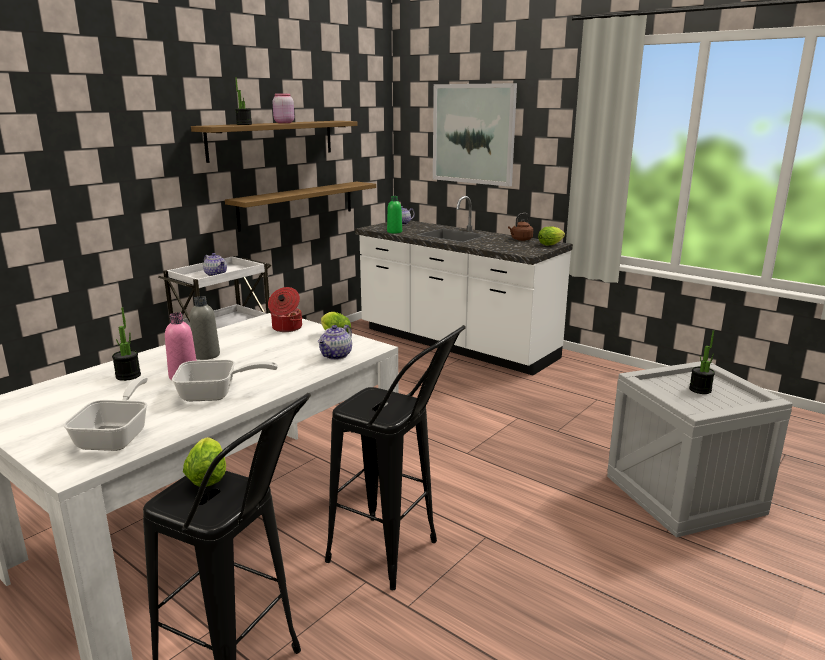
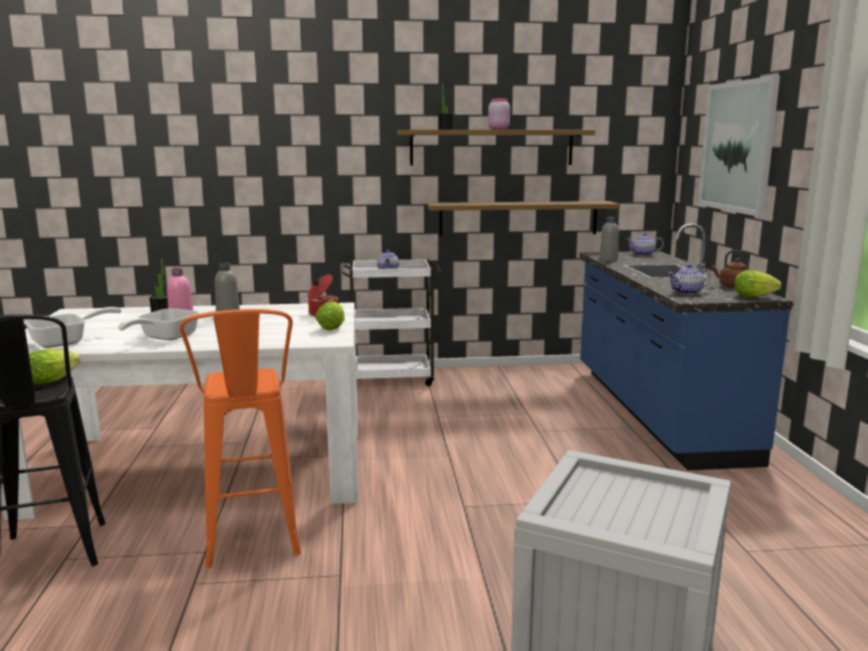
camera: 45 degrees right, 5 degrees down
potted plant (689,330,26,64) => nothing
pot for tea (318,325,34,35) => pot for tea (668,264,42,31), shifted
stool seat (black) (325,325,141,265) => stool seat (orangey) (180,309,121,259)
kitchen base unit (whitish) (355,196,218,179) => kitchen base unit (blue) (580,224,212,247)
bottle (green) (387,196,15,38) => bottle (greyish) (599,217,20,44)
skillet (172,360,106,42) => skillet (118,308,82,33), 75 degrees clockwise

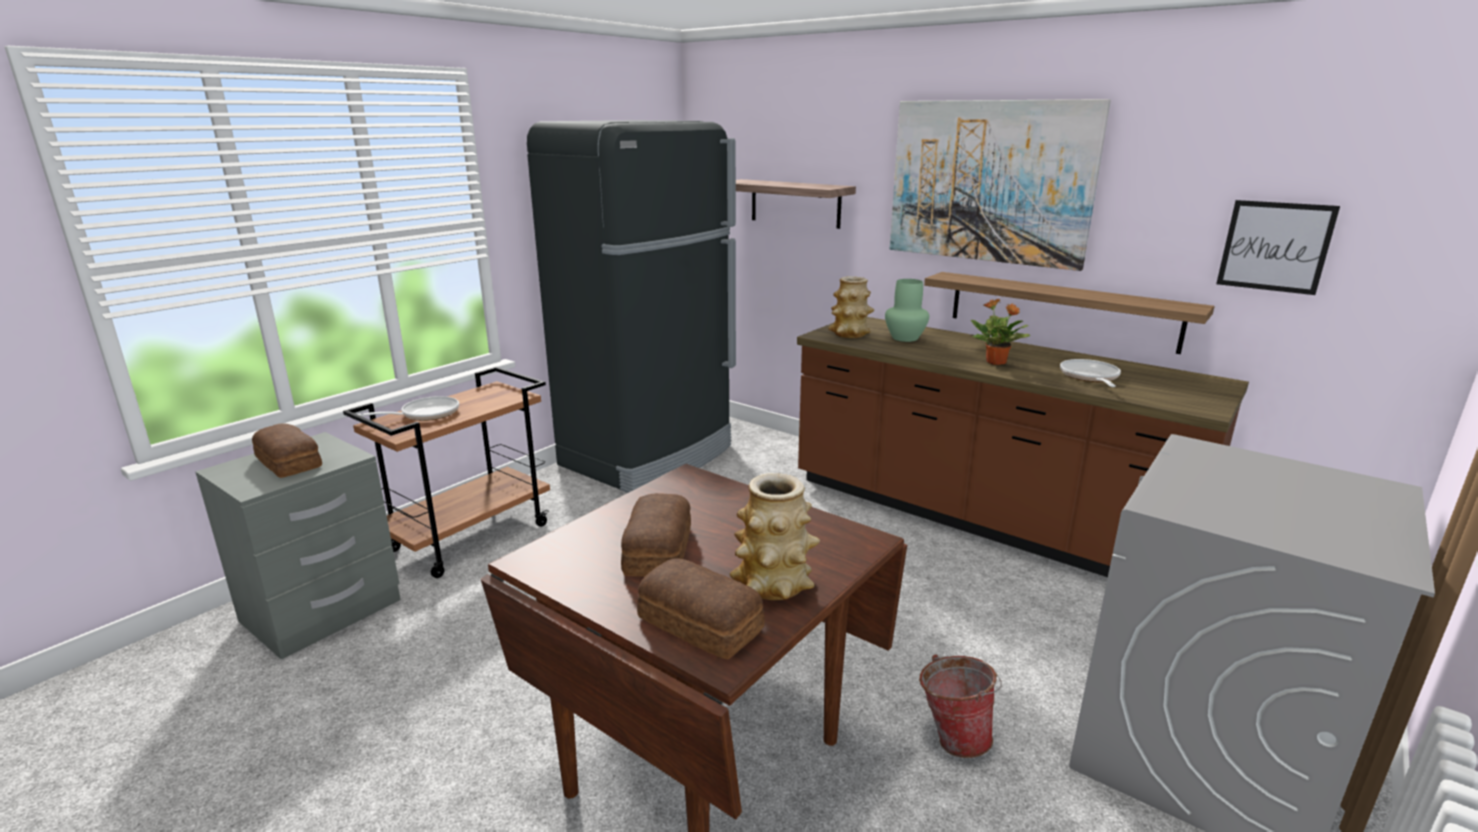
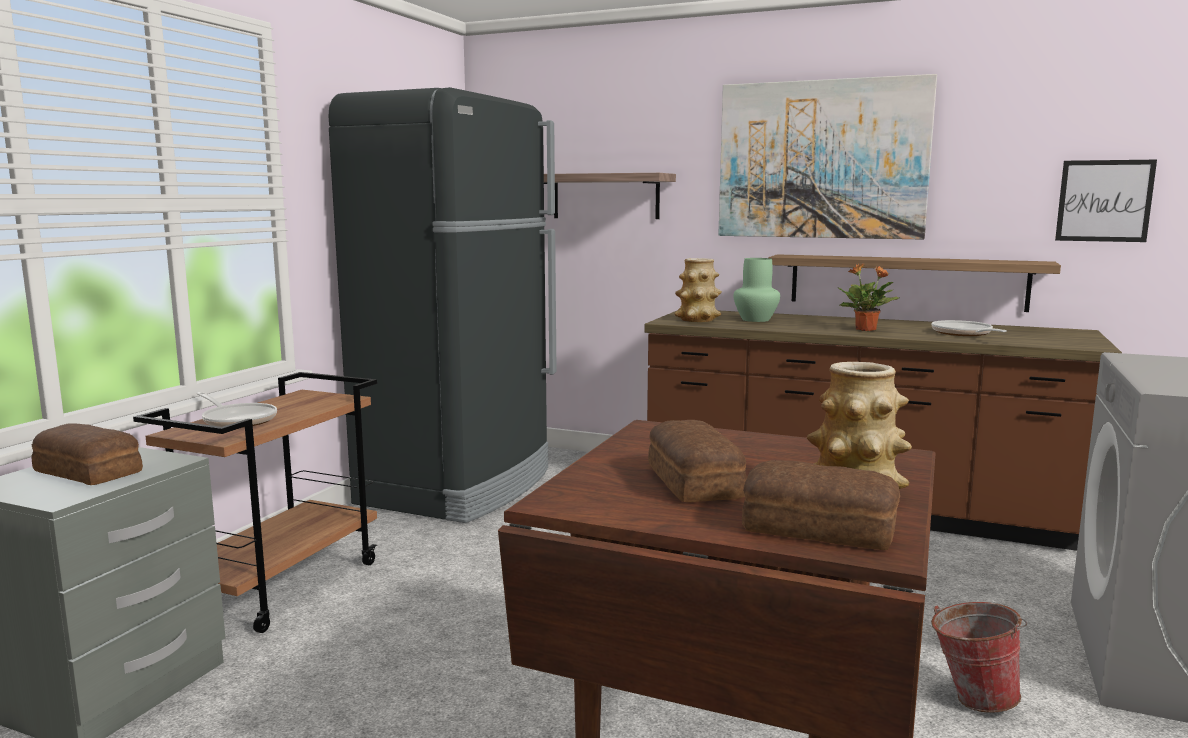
camera: 15 degrees left, 10 degrees down
skillet (358,396,101,25) => skillet (197,392,80,36), 90 degrees clockwise

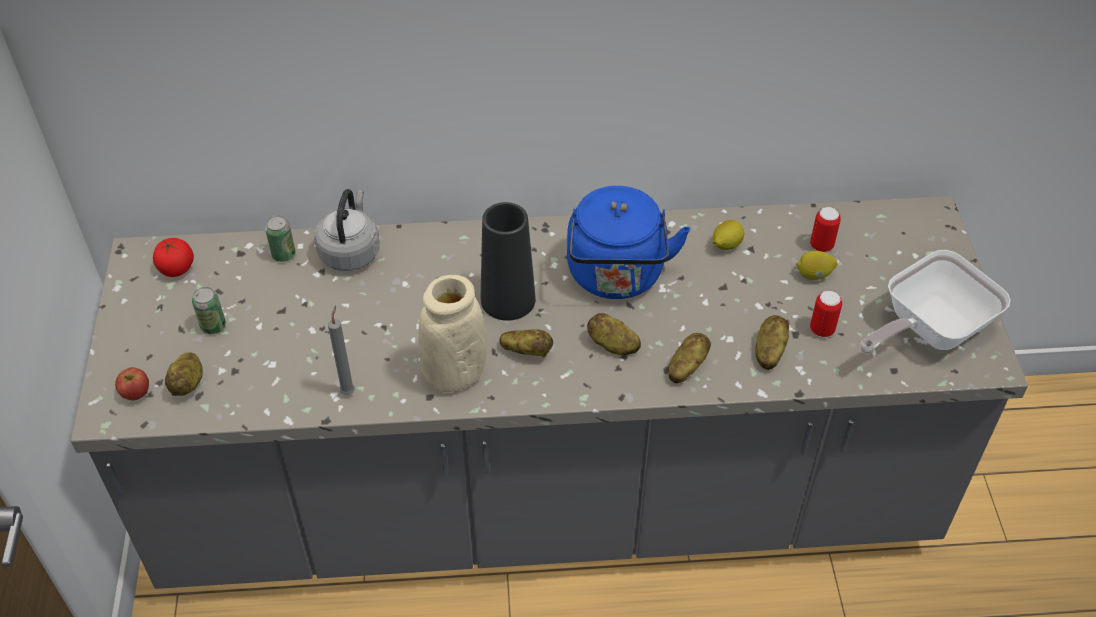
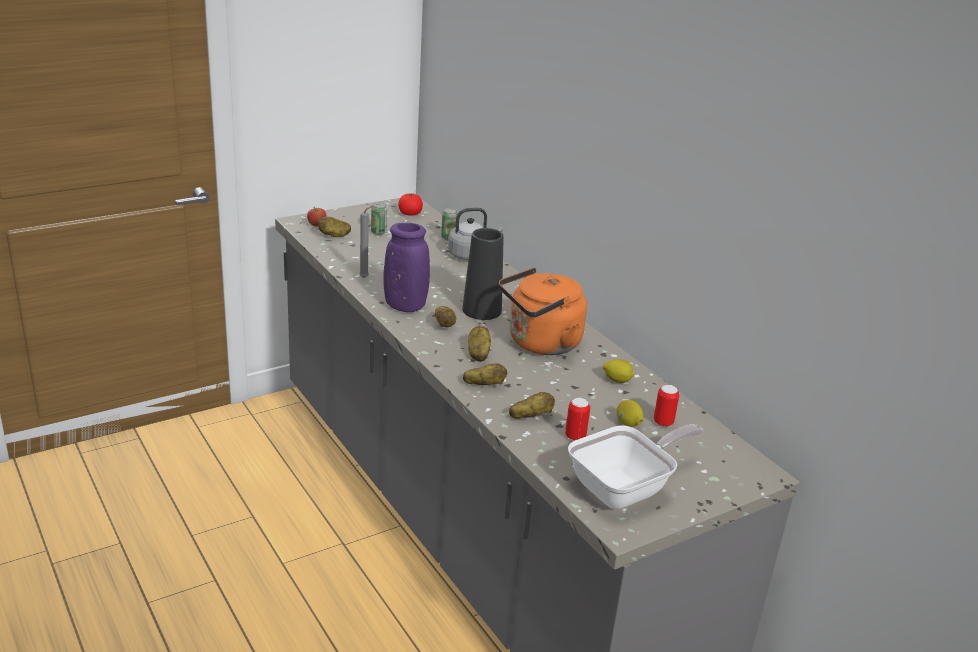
camera: 60 degrees right, 20 degrees down
flower vase (beige-coloured) (419,275,68,117) => flower vase (purple-coloured) (383,223,47,89)
water kettle (blue) (567,186,123,113) => water kettle (orangey) (499,267,88,88)
skillet (860,250,151,104) => skillet (568,424,136,85), 120 degrees clockwise

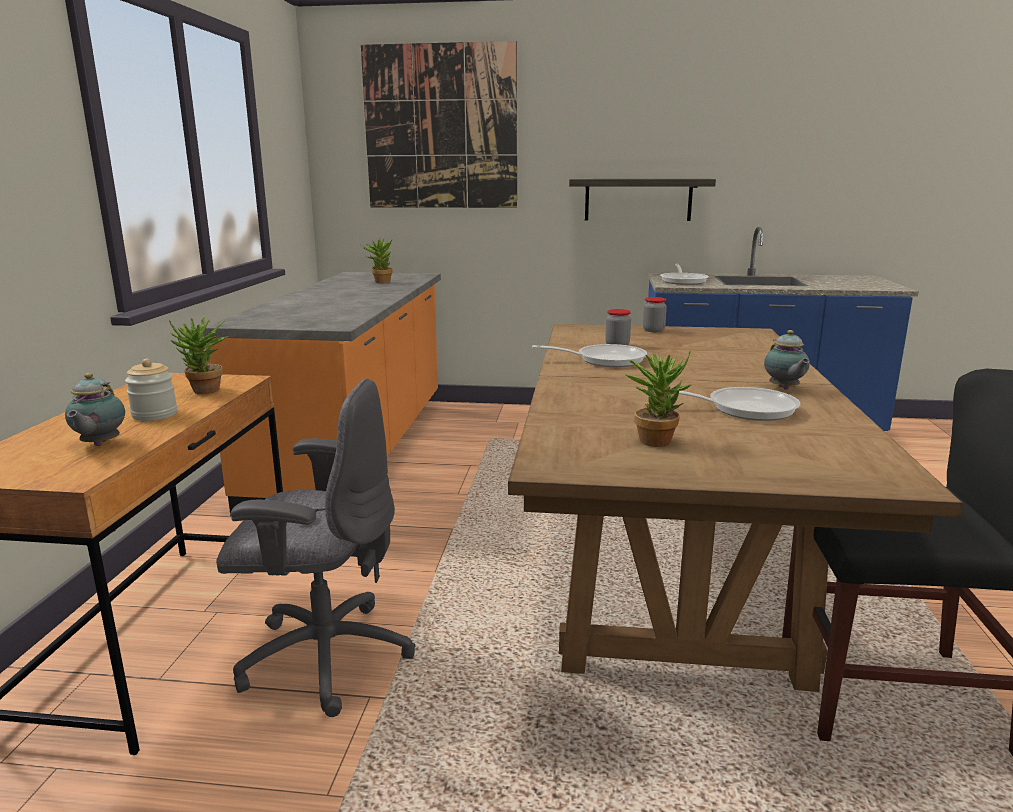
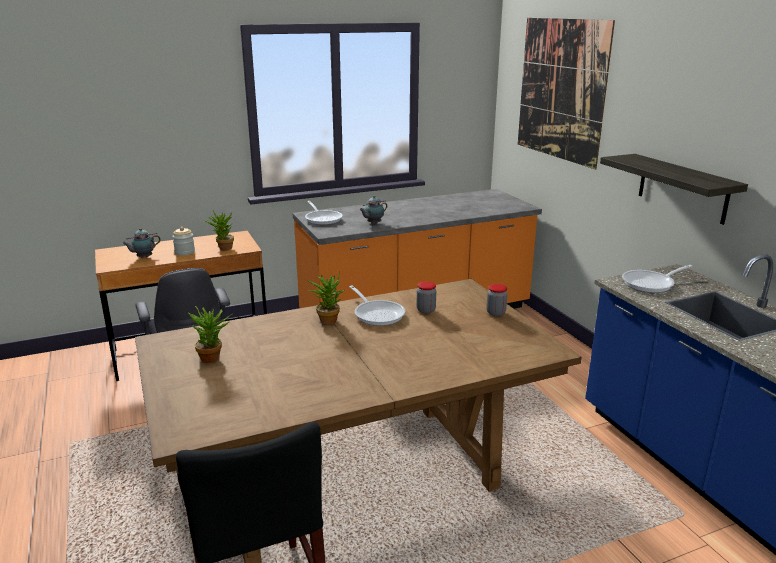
camera: 60 degrees right, 5 degrees up
potted plant (361,237,32,46) => potted plant (308,272,37,53), shifted
skillet (653,387,147,34) => skillet (305,201,38,24), shifted
pot for tea (764,330,46,60) => pot for tea (359,195,28,29), shifted

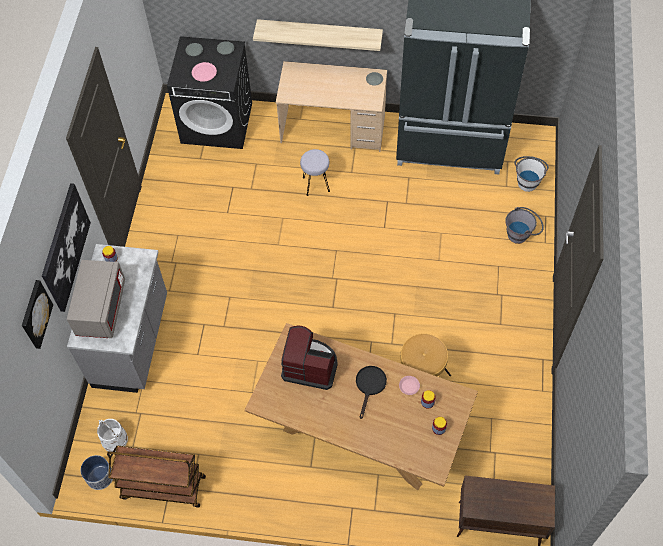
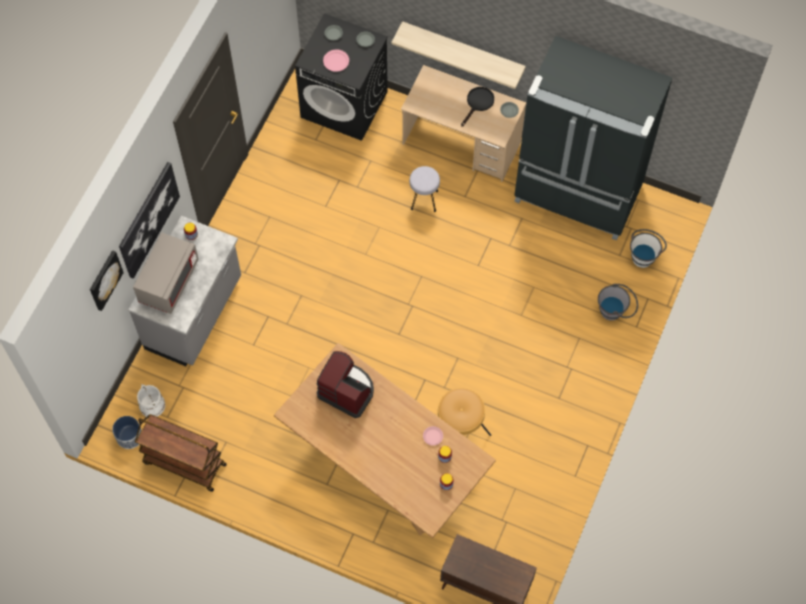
camera: 15 degrees right, 5 degrees up
skillet (black) (356,366,31,53) => skillet (black) (461,87,33,40), shifted

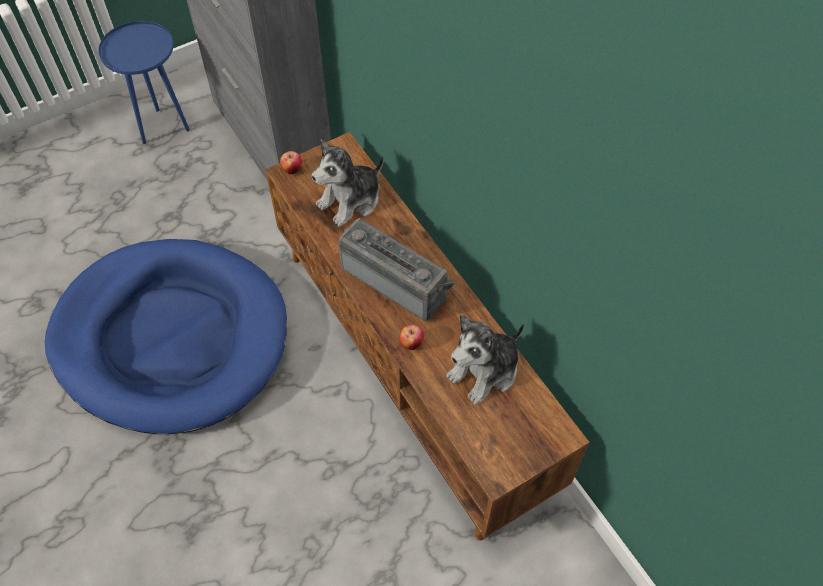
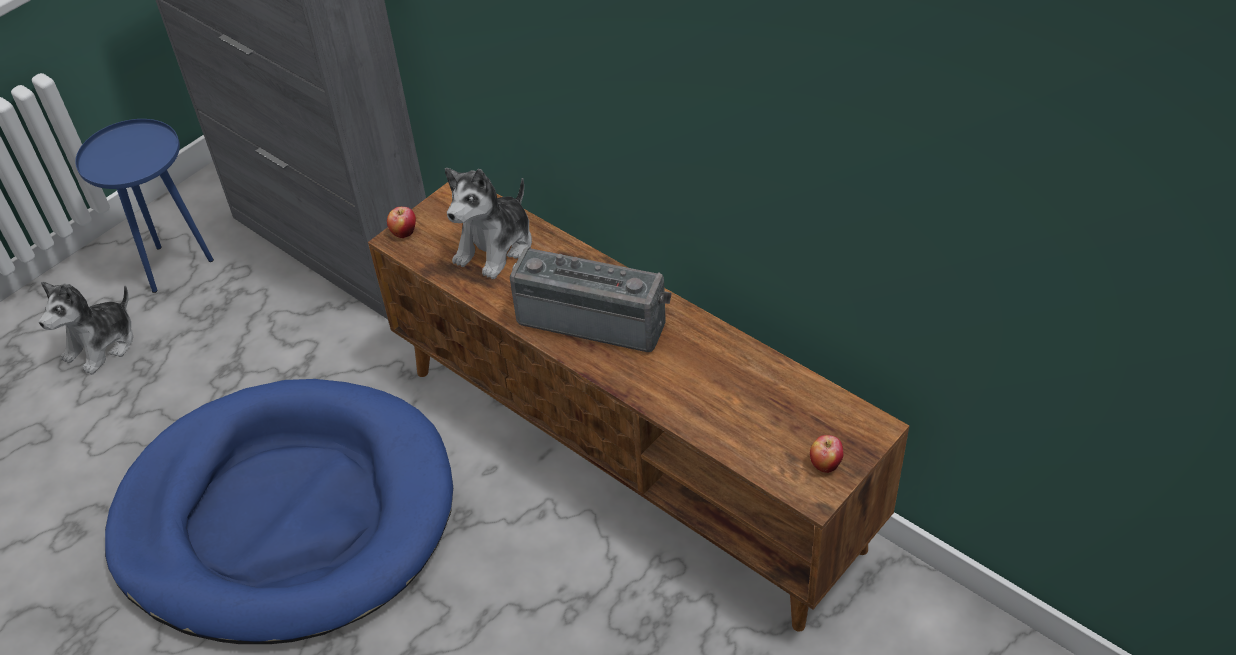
camera: 15 degrees left, 10 degrees down
apple fruit (399,324,25,26) => apple fruit (810,435,33,38), shifted
soft toy (447,314,77,91) => soft toy (39,282,94,93), shifted

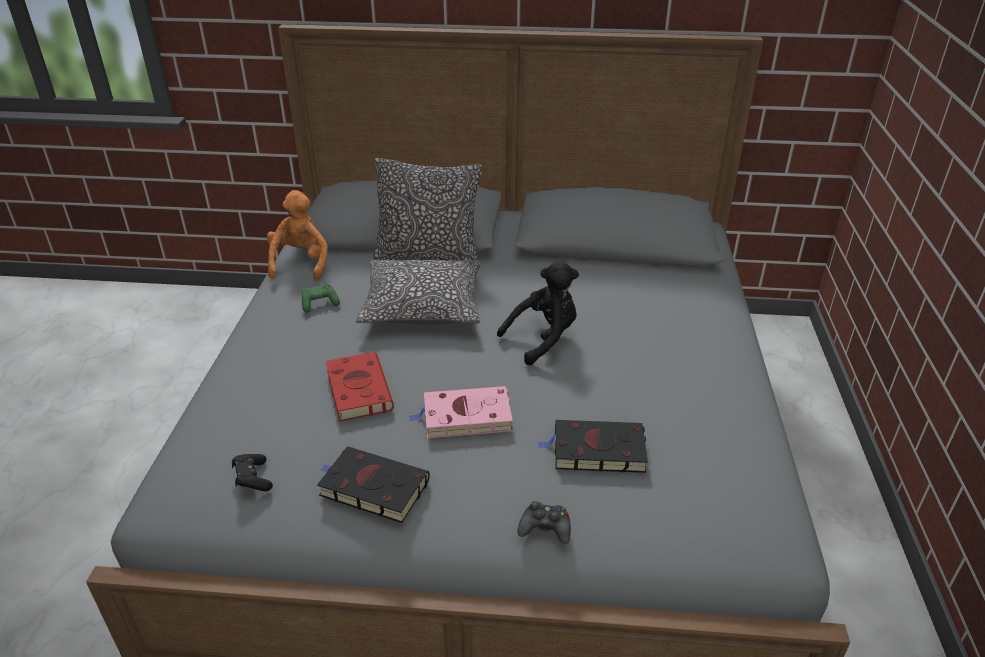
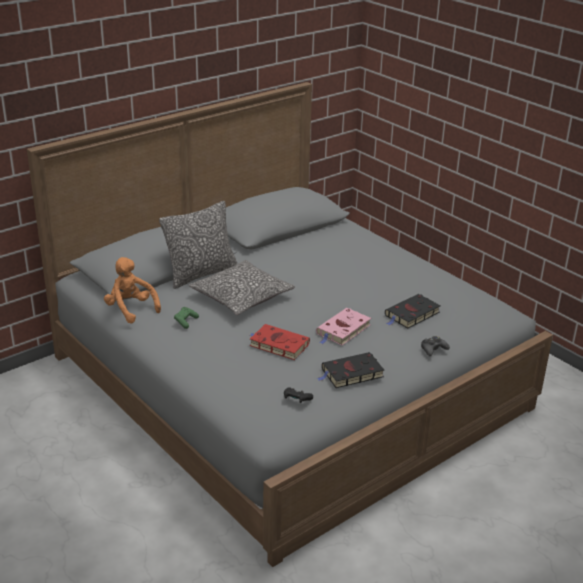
camera: 45 degrees left, 5 degrees down
soft toy (black) (497,262,82,103) => nothing

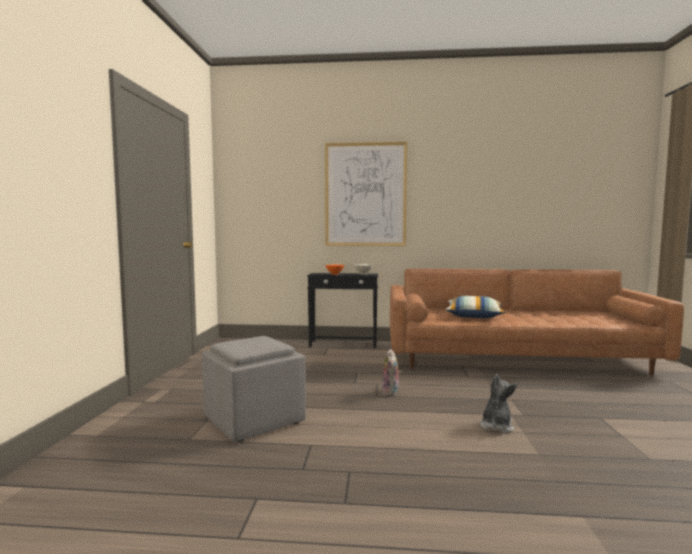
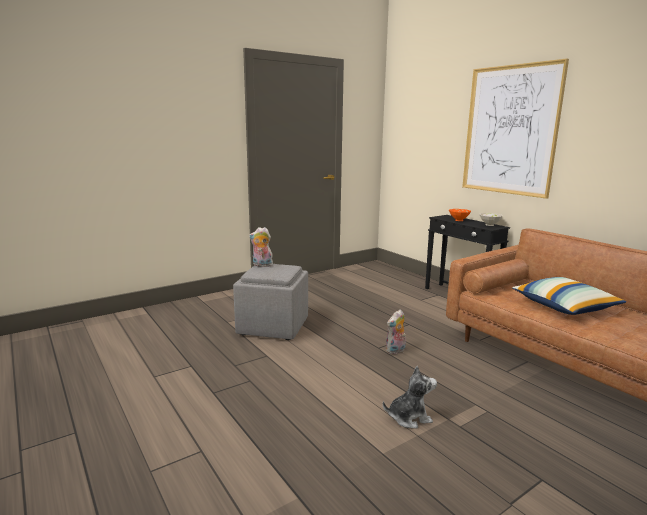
camera: 50 degrees right, 10 degrees up
nothing => soft toy (249,227,24,40)

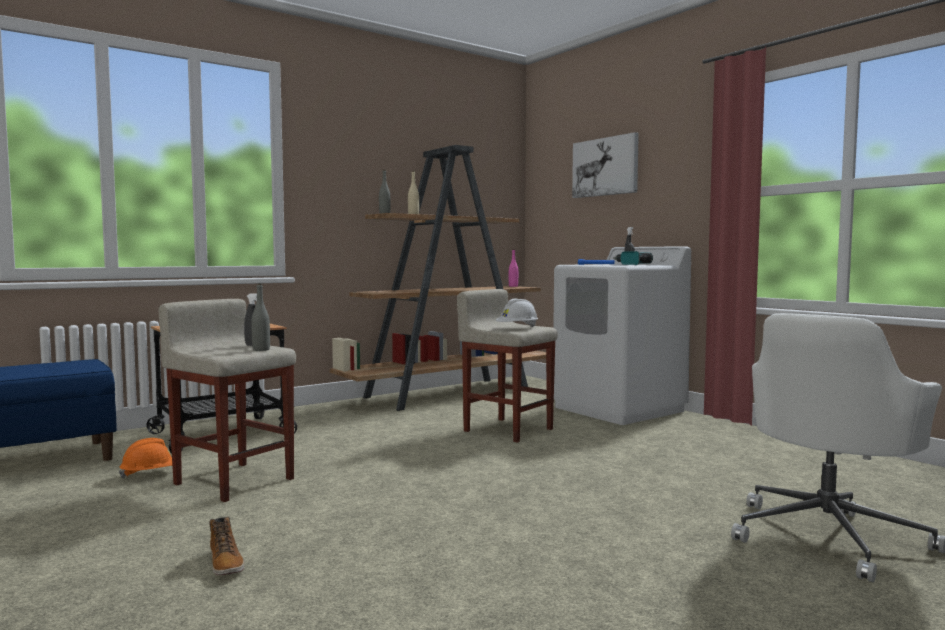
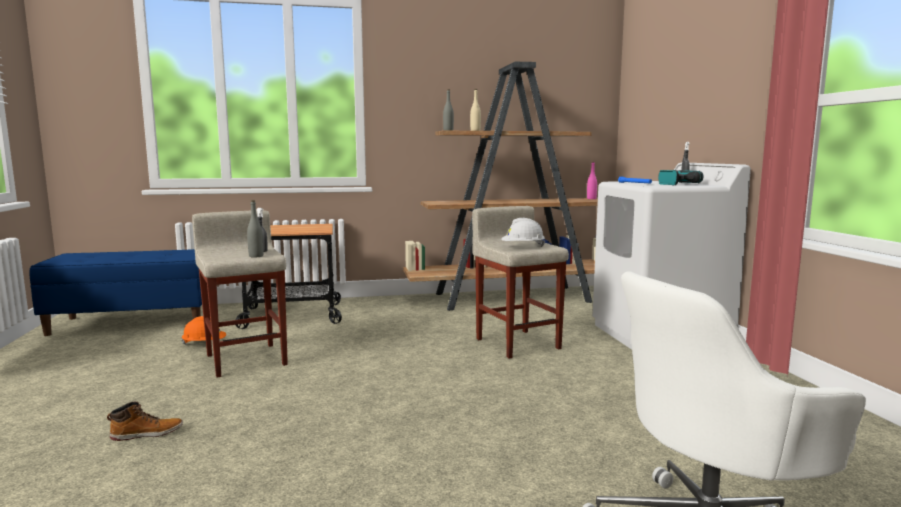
camera: 25 degrees right, 5 degrees up
picture (572,132,67,66) => nothing
tall boot (209,517,35,58) => tall boot (107,402,76,39), 105 degrees counterclockwise

